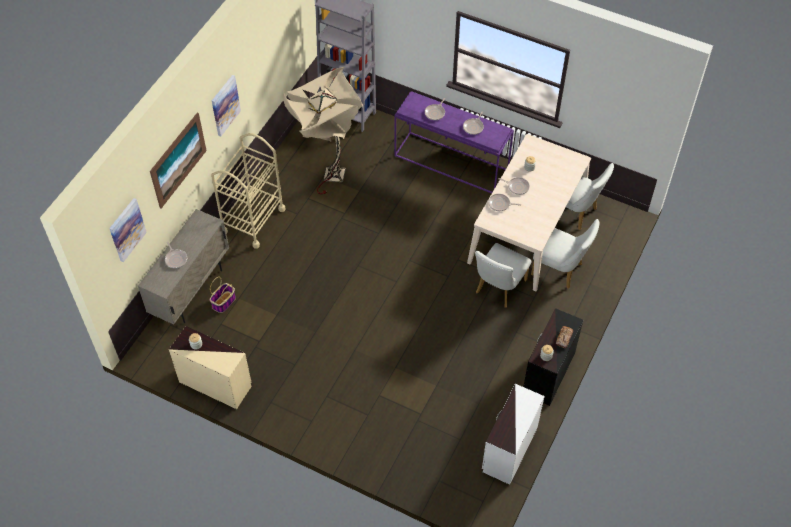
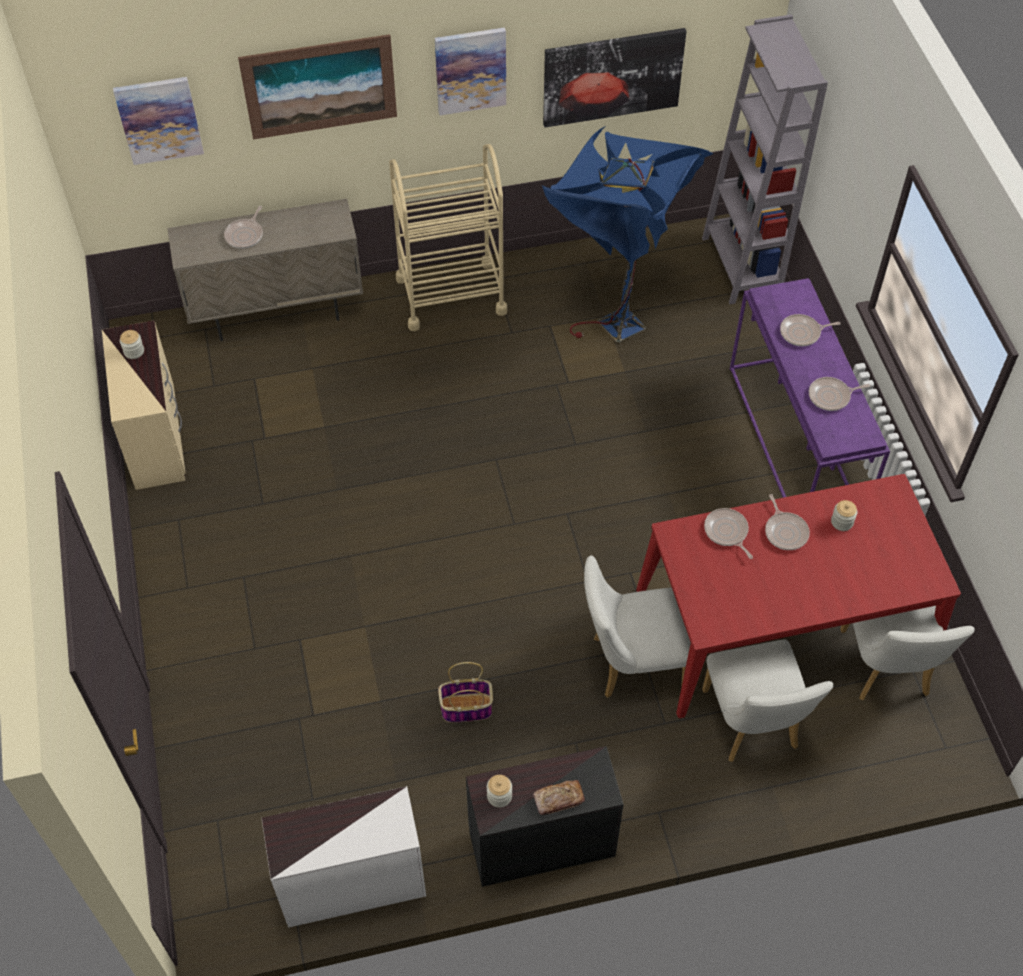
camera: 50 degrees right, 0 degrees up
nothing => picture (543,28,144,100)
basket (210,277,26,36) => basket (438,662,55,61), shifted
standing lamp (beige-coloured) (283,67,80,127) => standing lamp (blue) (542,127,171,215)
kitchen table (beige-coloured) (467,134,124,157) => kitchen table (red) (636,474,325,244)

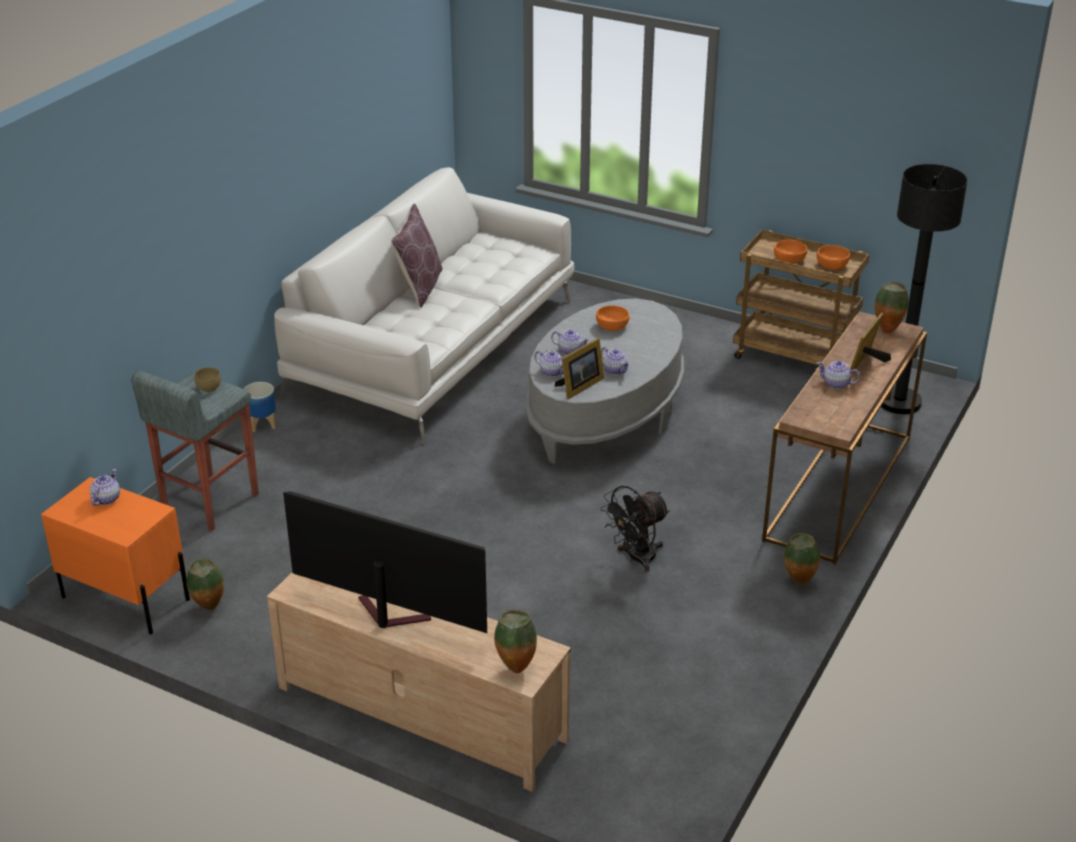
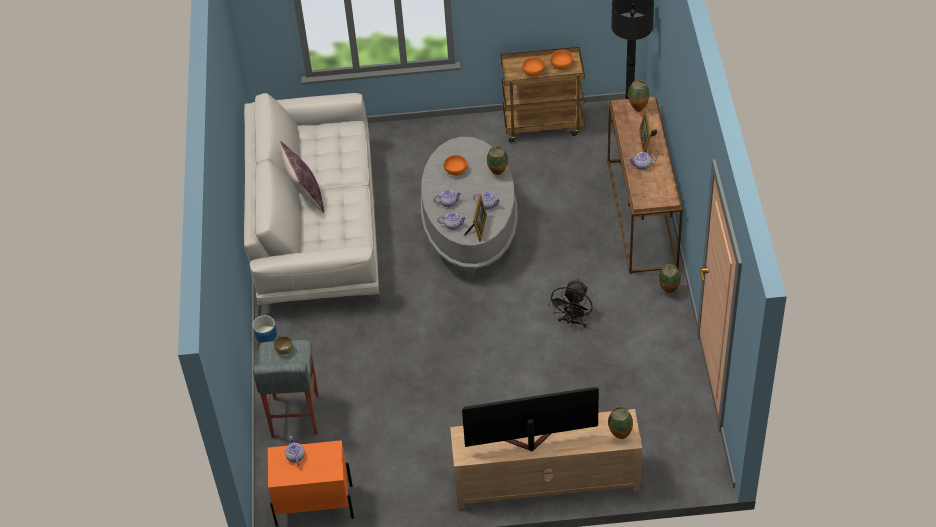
camera: 30 degrees left, 15 degrees up
flower vase (187,559,37,51) => flower vase (487,146,21,29), shifted

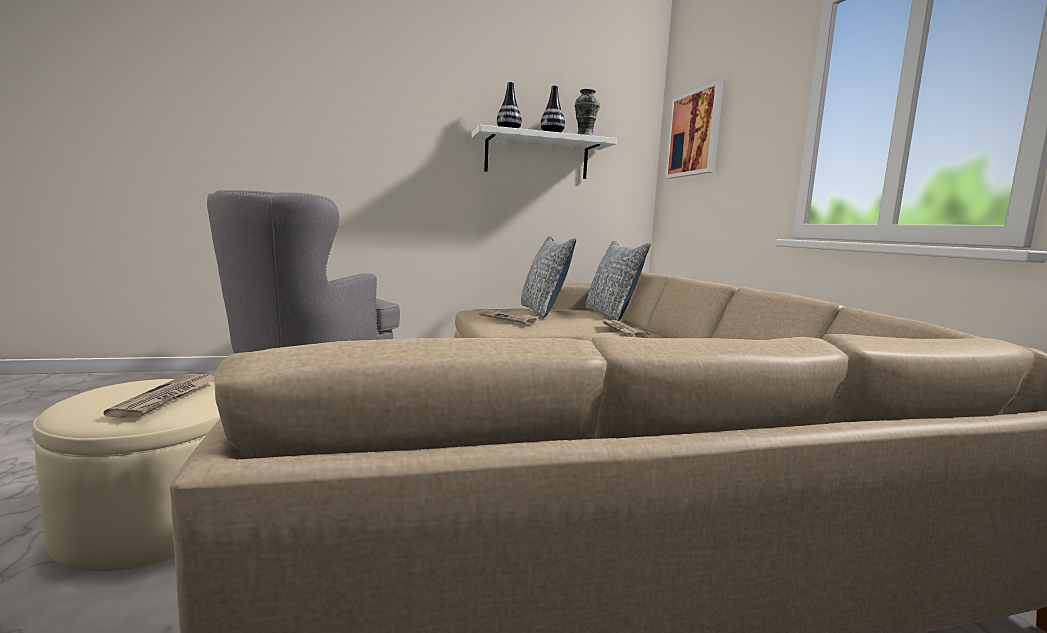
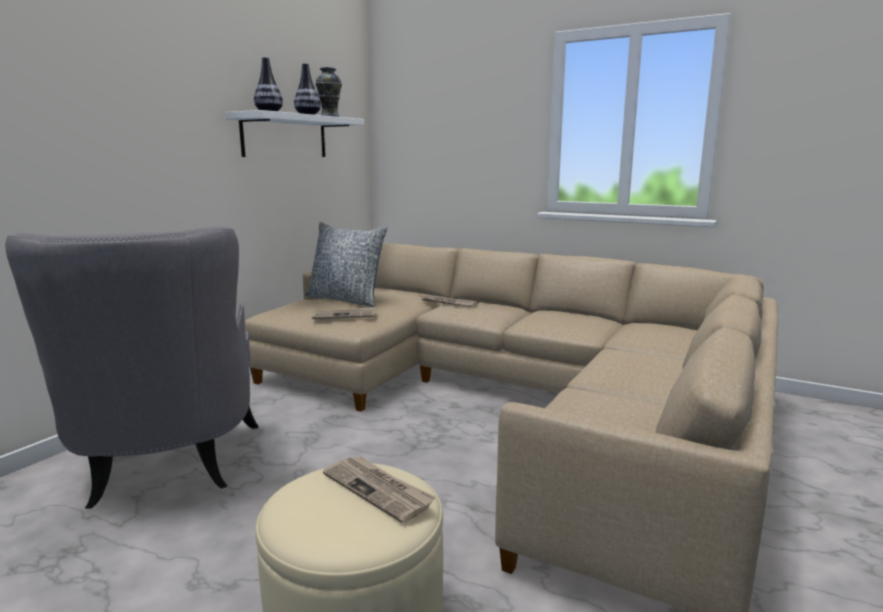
camera: 45 degrees left, 5 degrees up
throw pillow (585,240,66,81) => nothing
picture (665,80,59,99) => nothing

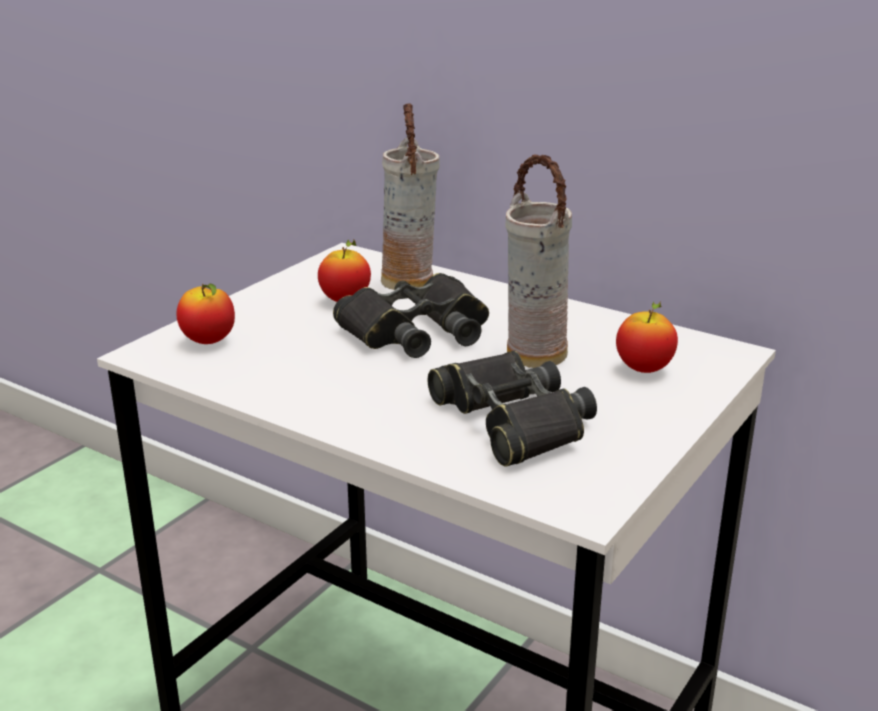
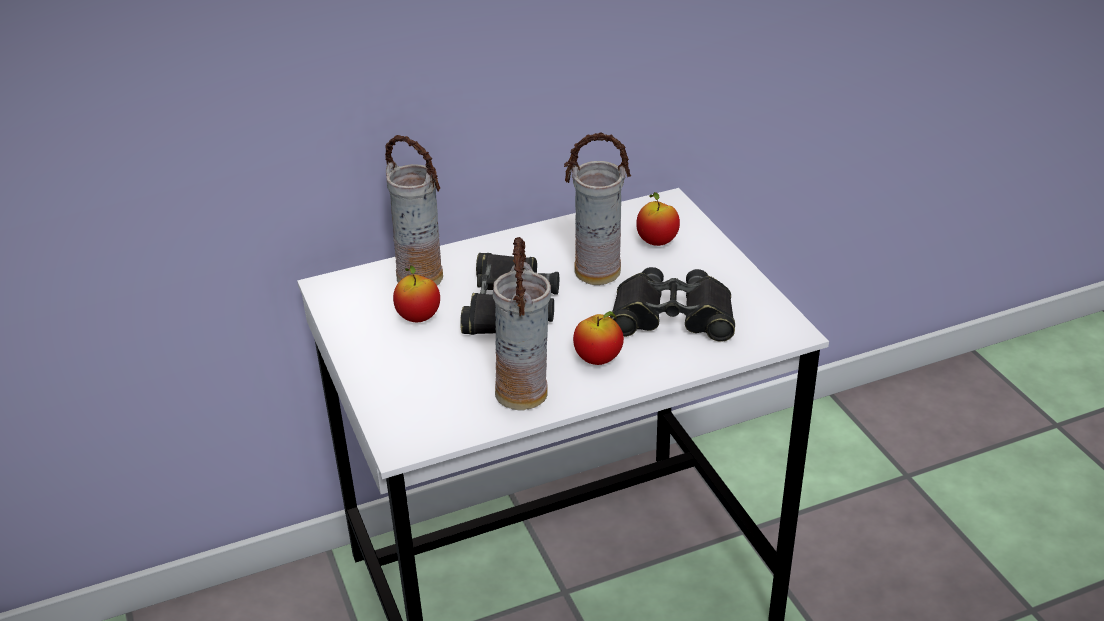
camera: 55 degrees left, 10 degrees up
nothing => flower vase (493,237,58,174)
apple fruit (177,284,58,60) => apple fruit (573,311,51,54), shifted

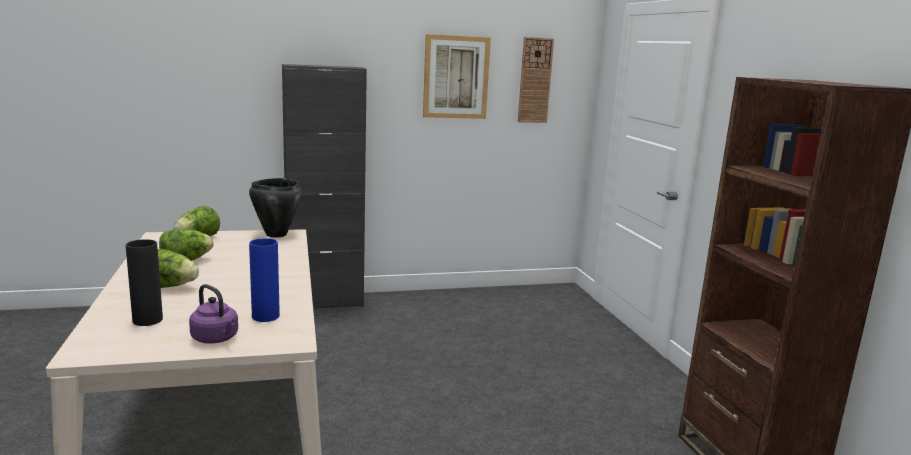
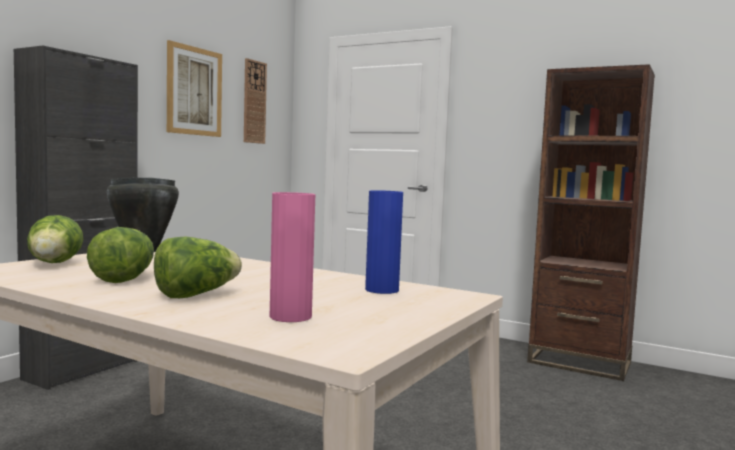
camera: 45 degrees left, 10 degrees down
water kettle (purple-coloured) (189,284,49,60) => nothing
flower vase (black) (126,239,37,87) => flower vase (pink-coloured) (270,192,45,130)

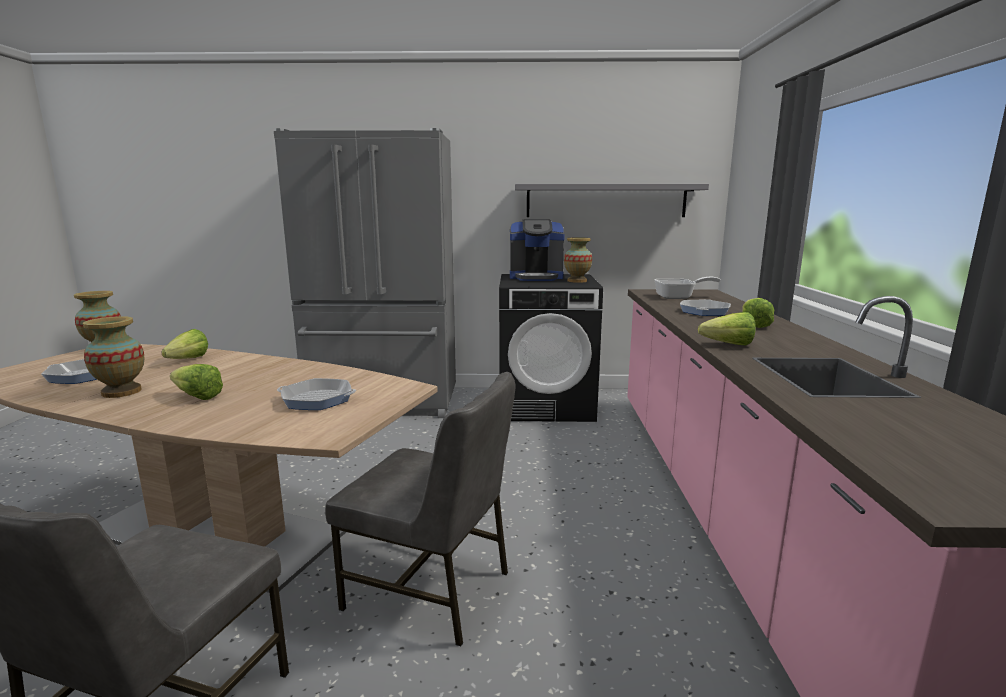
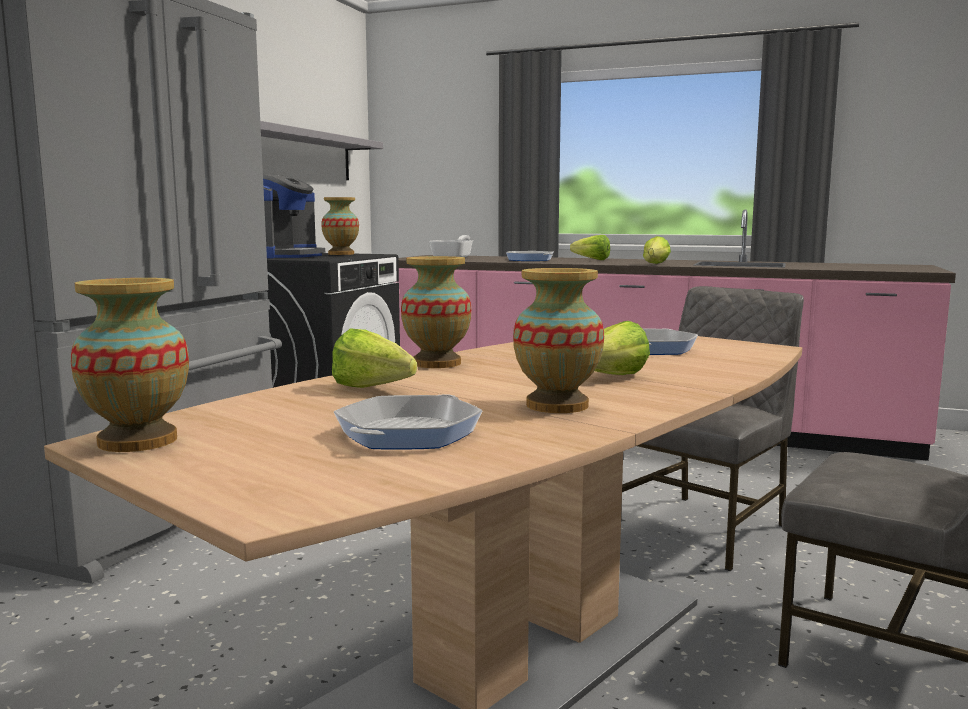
camera: 70 degrees left, 5 degrees down
nothing => flower vase (401,256,70,112)

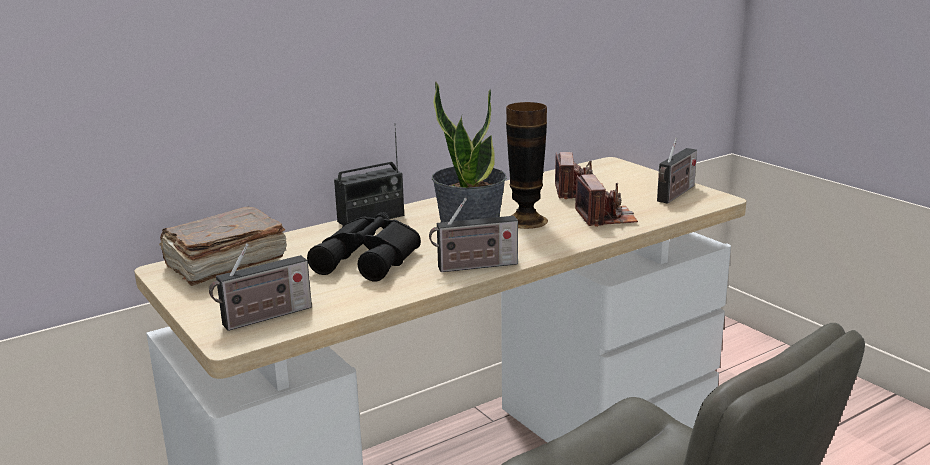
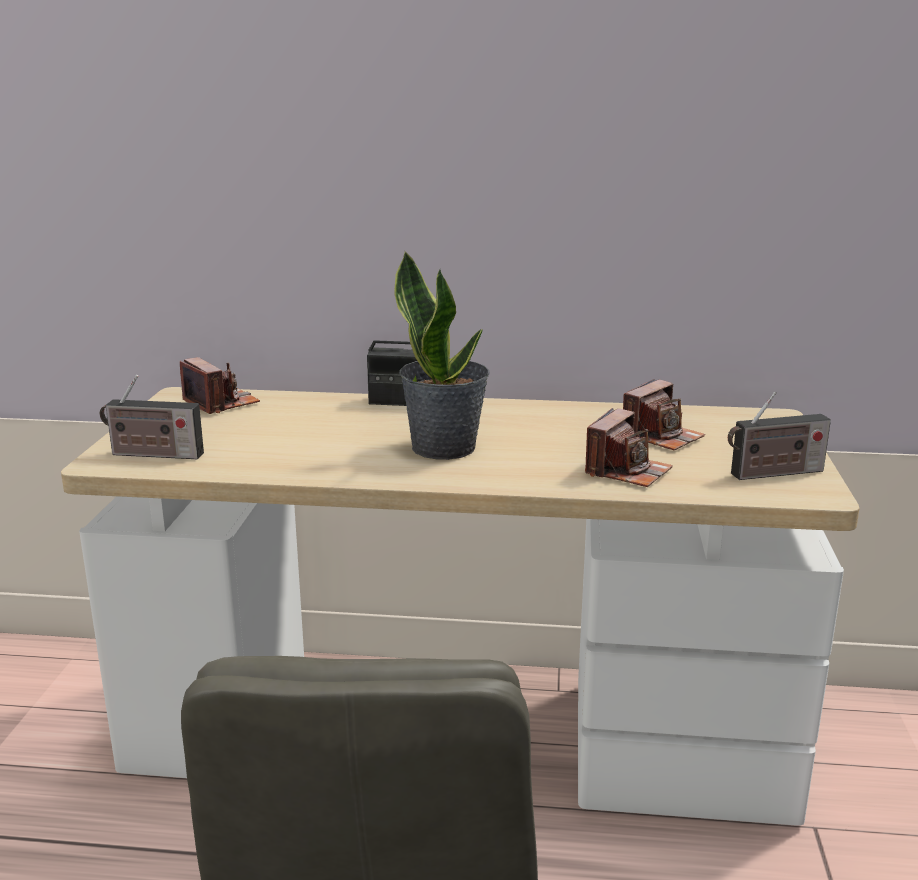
camera: 40 degrees right, 0 degrees up
field glasses (black) (307,212,114,69) => nothing
radio (429,198,89,74) => nothing
flower vase (506,102,42,127) => nothing
volume (brown-coloured) (159,207,128,79) => still camera (180,357,80,57)

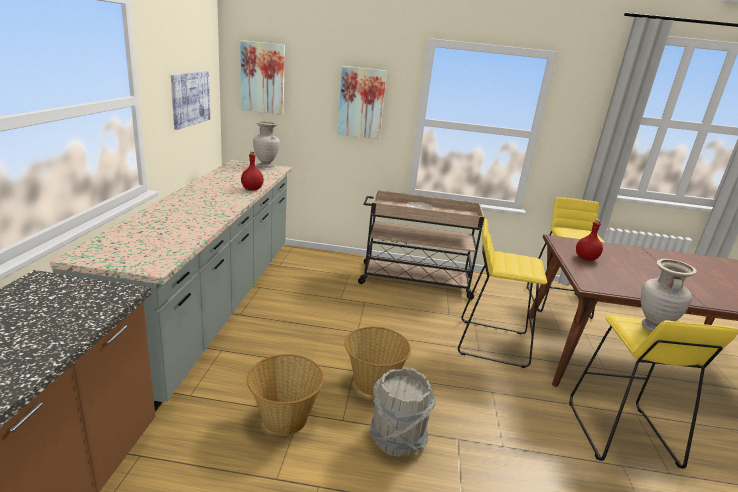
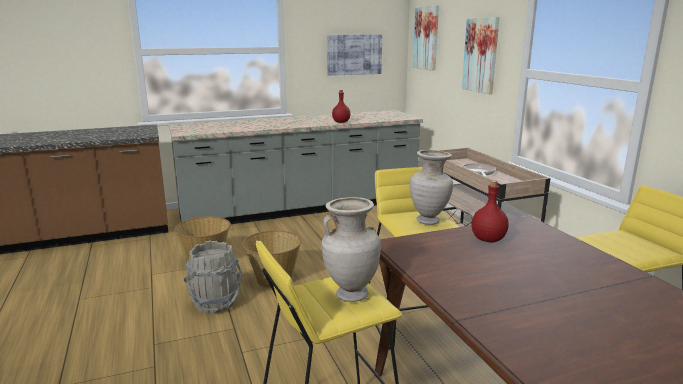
camera: 65 degrees right, 5 degrees down
flower vase (beige-coloured) (253,122,27,46) => flower vase (beige-coloured) (410,150,43,75), shifted

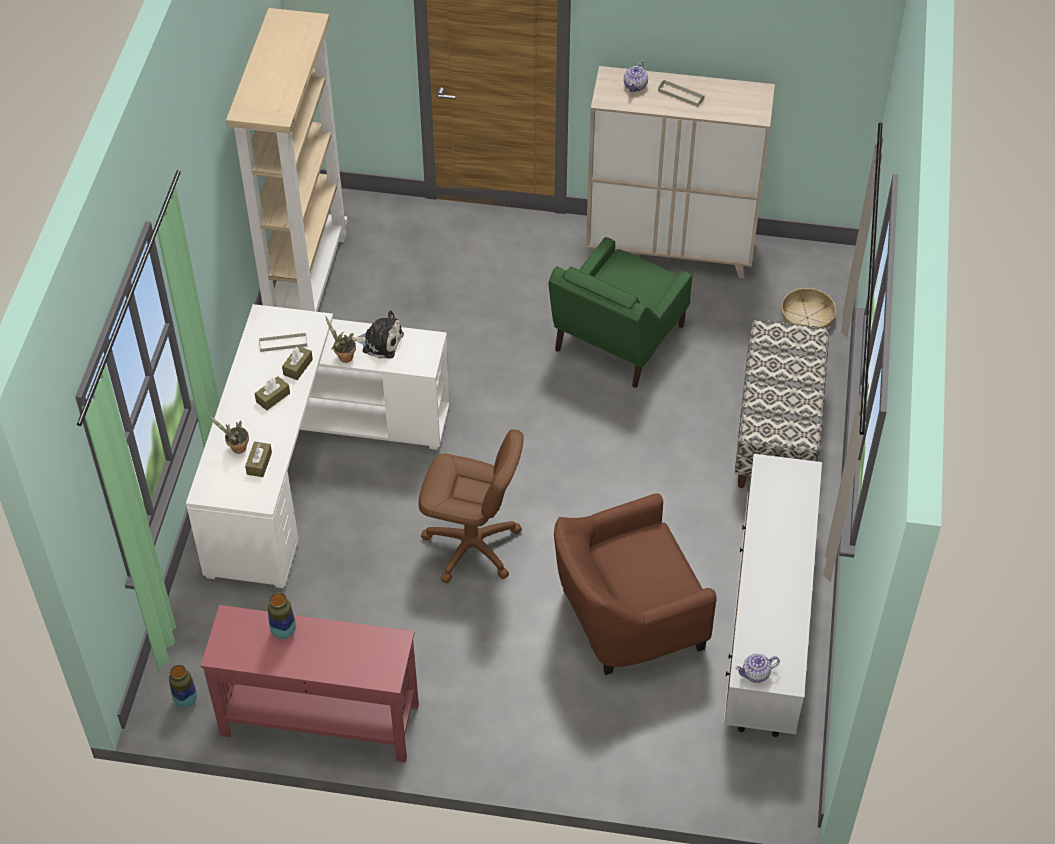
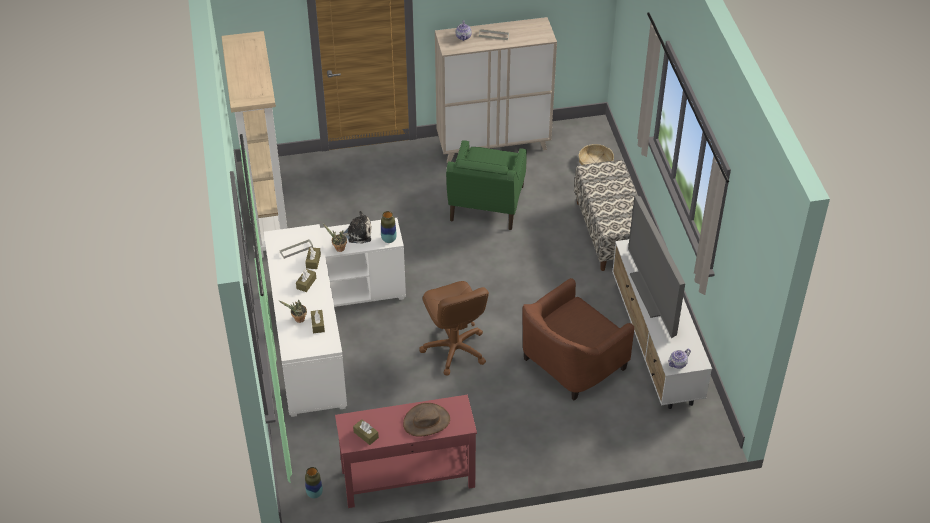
camera: 20 degrees left, 5 degrees down
nothing => tissue box (brown-coloured) (353,419,26,26)
nothing => clothing hat (brown-coloured) (403,403,47,33)
nothing => TV (628,195,57,143)
flower vase (268,592,28,47) => flower vase (381,211,16,32), shifted
desk chair (brown-coloured) (418,430,106,153) => desk chair (brown-coloured) (419,281,70,95), 75 degrees clockwise

